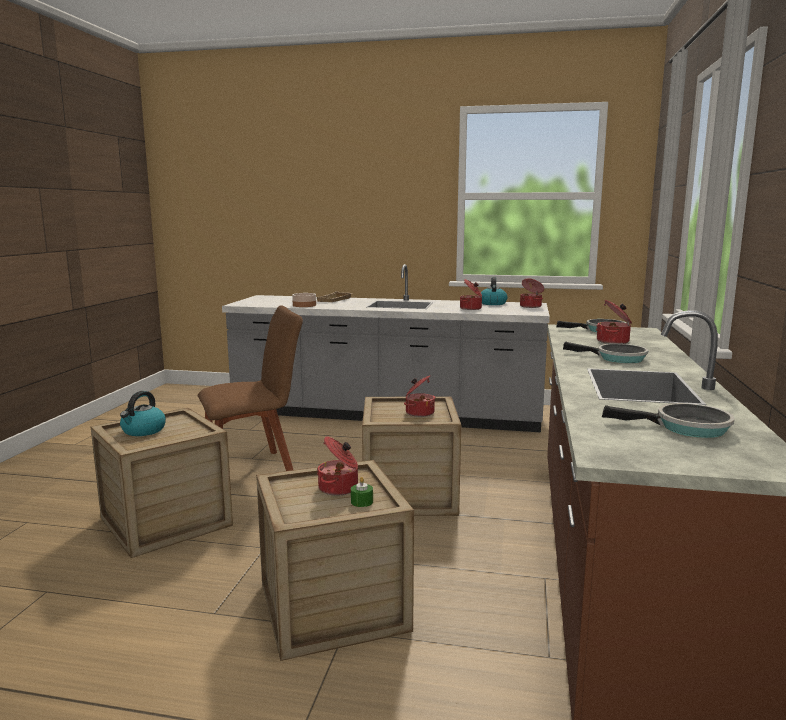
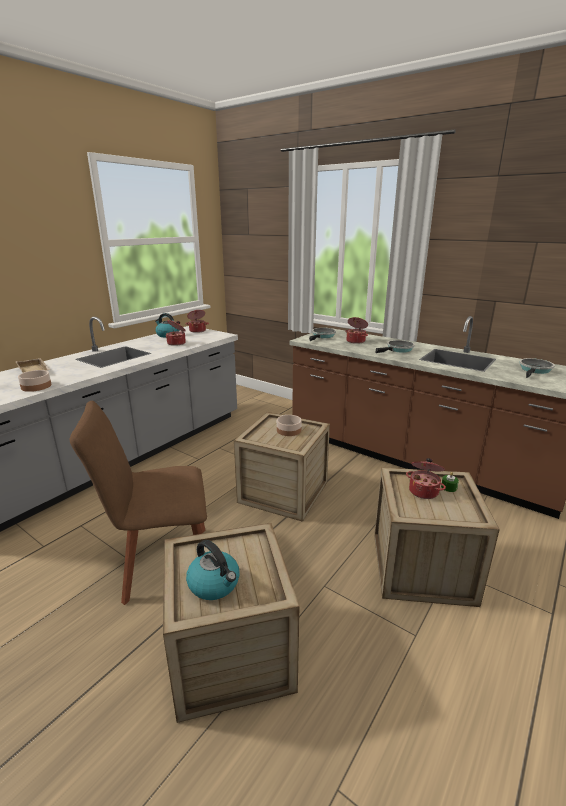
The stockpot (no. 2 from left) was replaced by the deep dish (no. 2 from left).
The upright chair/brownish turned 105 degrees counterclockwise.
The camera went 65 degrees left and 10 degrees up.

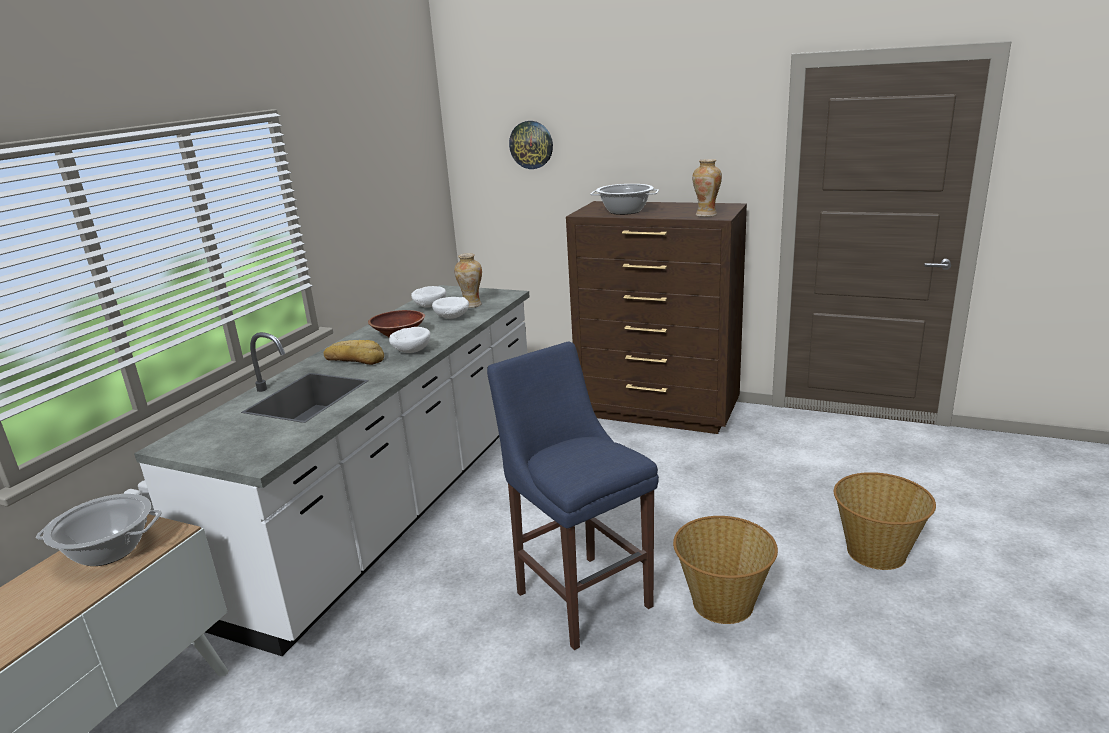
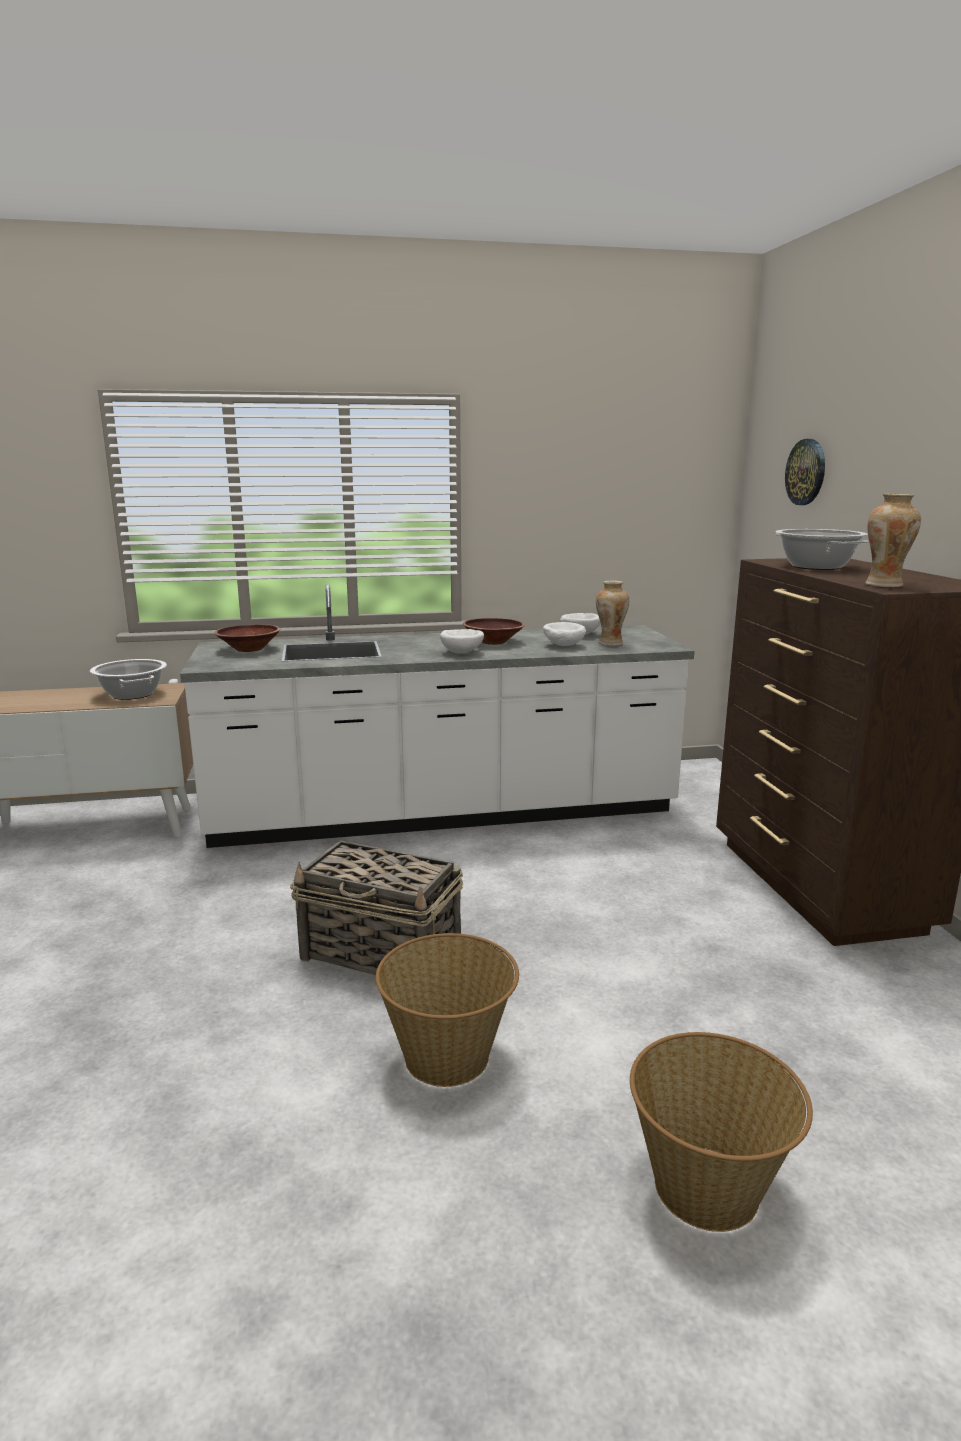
The bread disappeared.
The deep dish/brownish (no. 1 from left) appeared.
The stool/blue was replaced by the storage basket (no. 1 from left).
The camera went 55 degrees right and 5 degrees down.

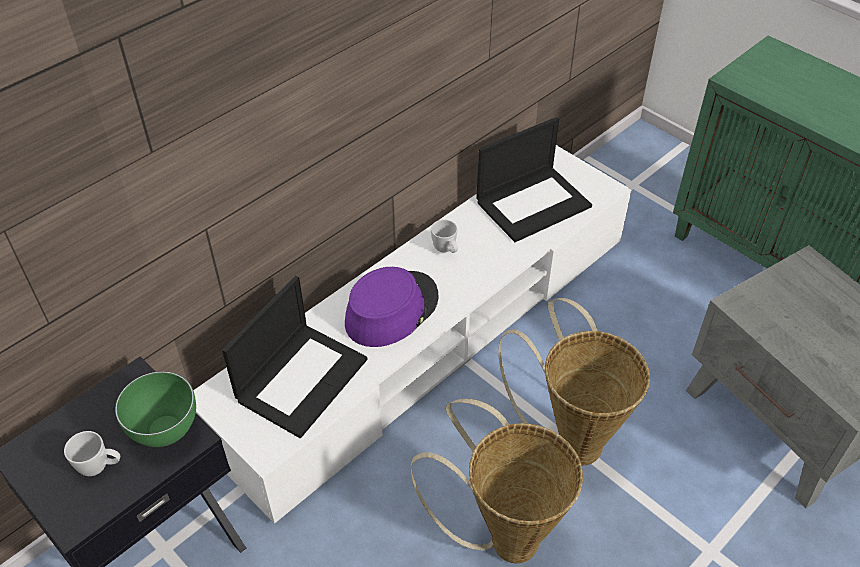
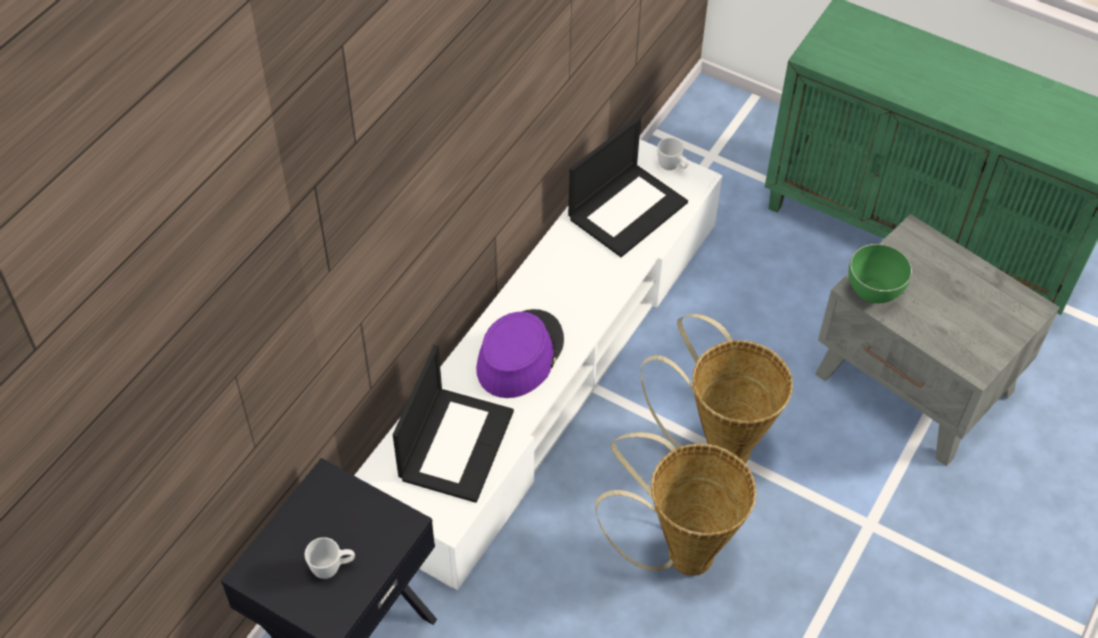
The deep dish/green moved.
The mug/white-coloured (no. 2 from left) moved.
The camera went 15 degrees left and 5 degrees up.

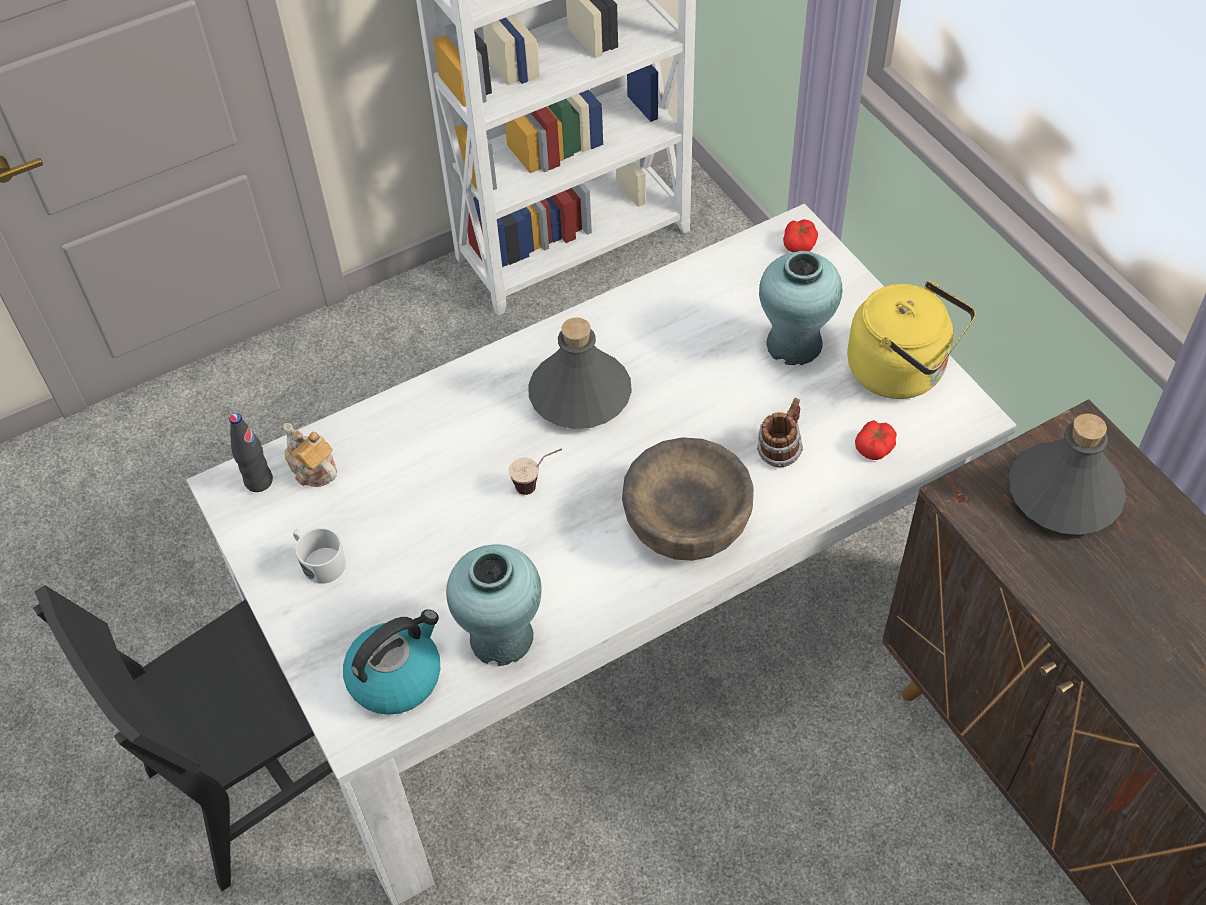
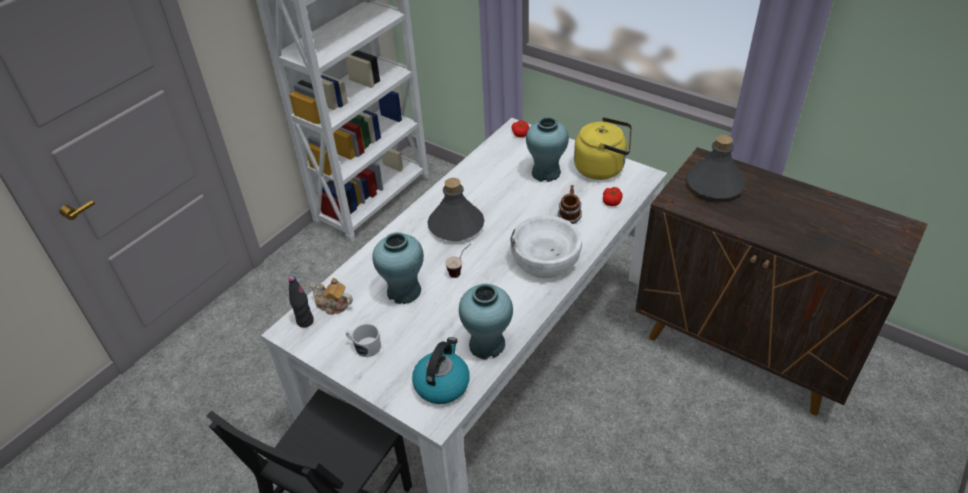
The vase/blue-green (no. 1 from left) appeared.
The deep dish/brownish became the deep dish/white-coloured.
The camera went 25 degrees left and 10 degrees down.

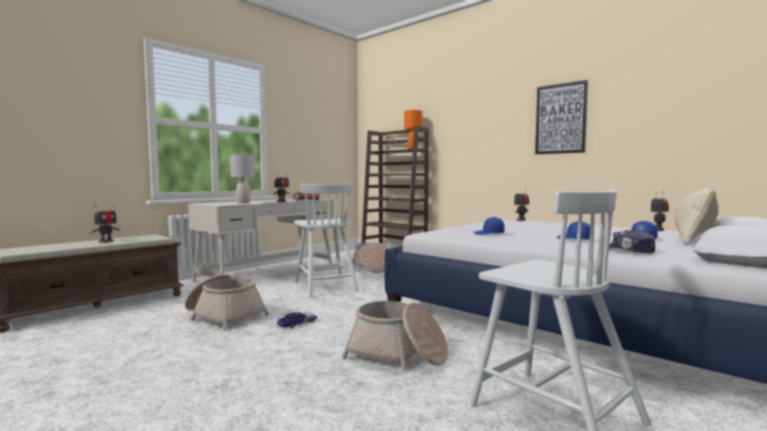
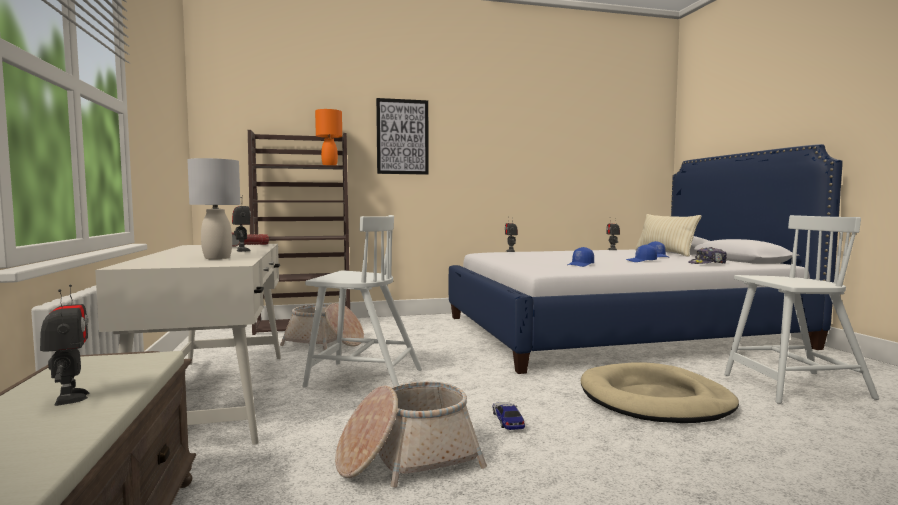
The picture moved.
The storage basket (no. 3 from left) was replaced by the dog cushion/sand-coloured.
The camera went 55 degrees left and 0 degrees up.

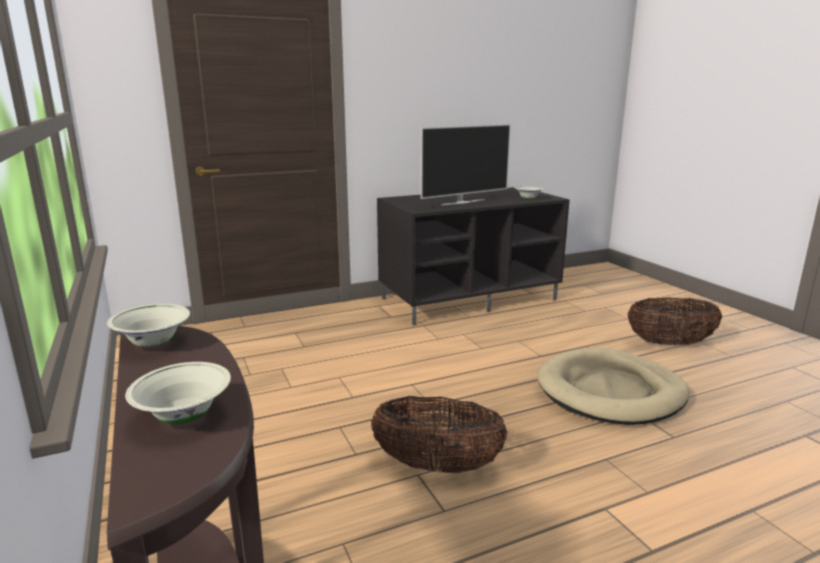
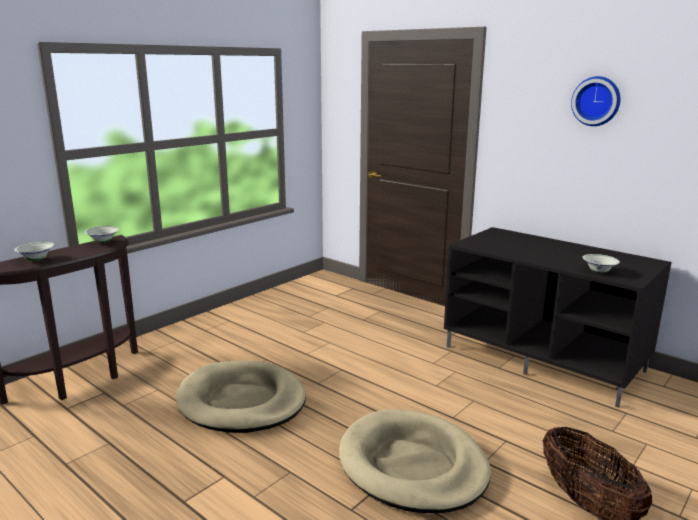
The TV set disappeared.
The wall clock appeared.
The storage basket (no. 1 from left) was replaced by the dog cushion/sand-coloured (no. 1 from left).
The camera went 65 degrees right and 0 degrees up.

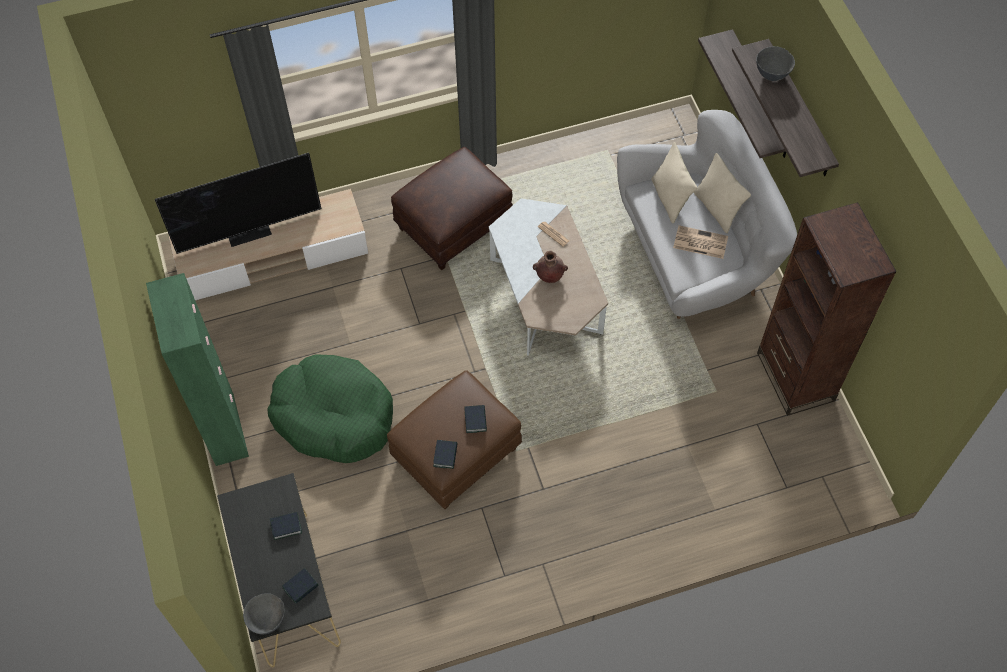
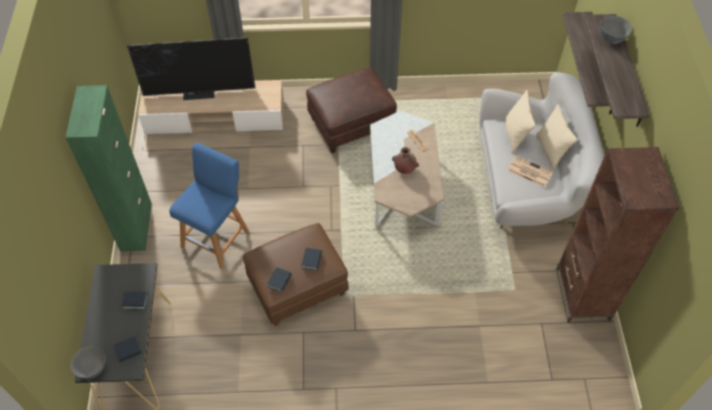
The dog cushion/green was replaced by the stool/blue.
The camera went 15 degrees right and 5 degrees down.

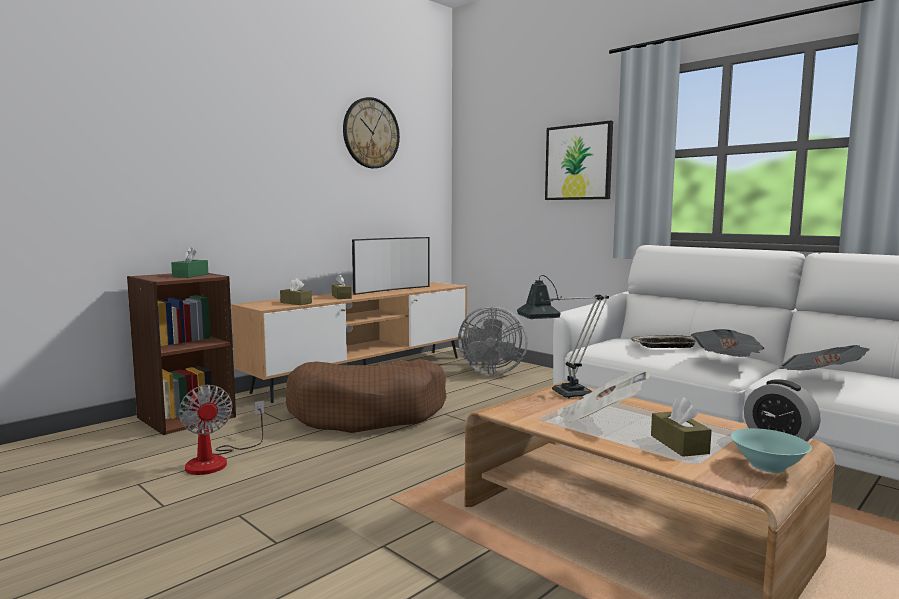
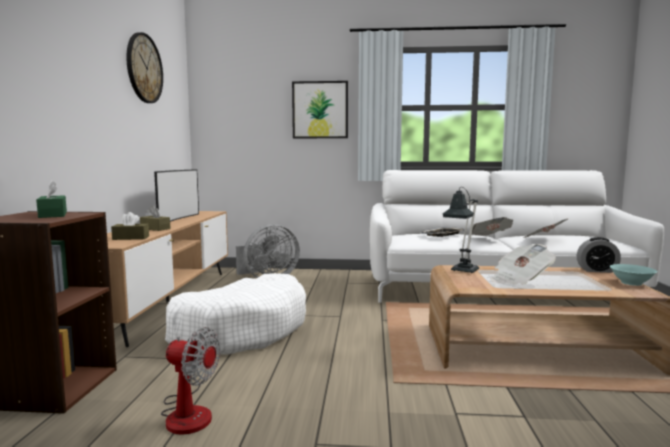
The tissue box/brownish (no. 3 from left) disappeared.
The dog cushion/brownish became the dog cushion/white-coloured.
The camera went 40 degrees left and 0 degrees up.

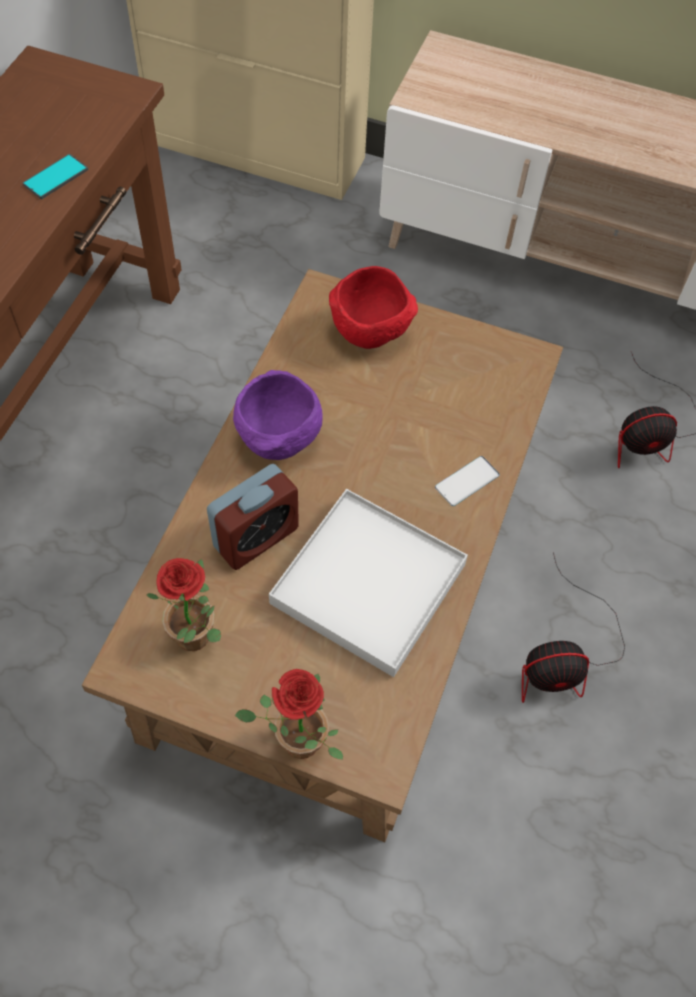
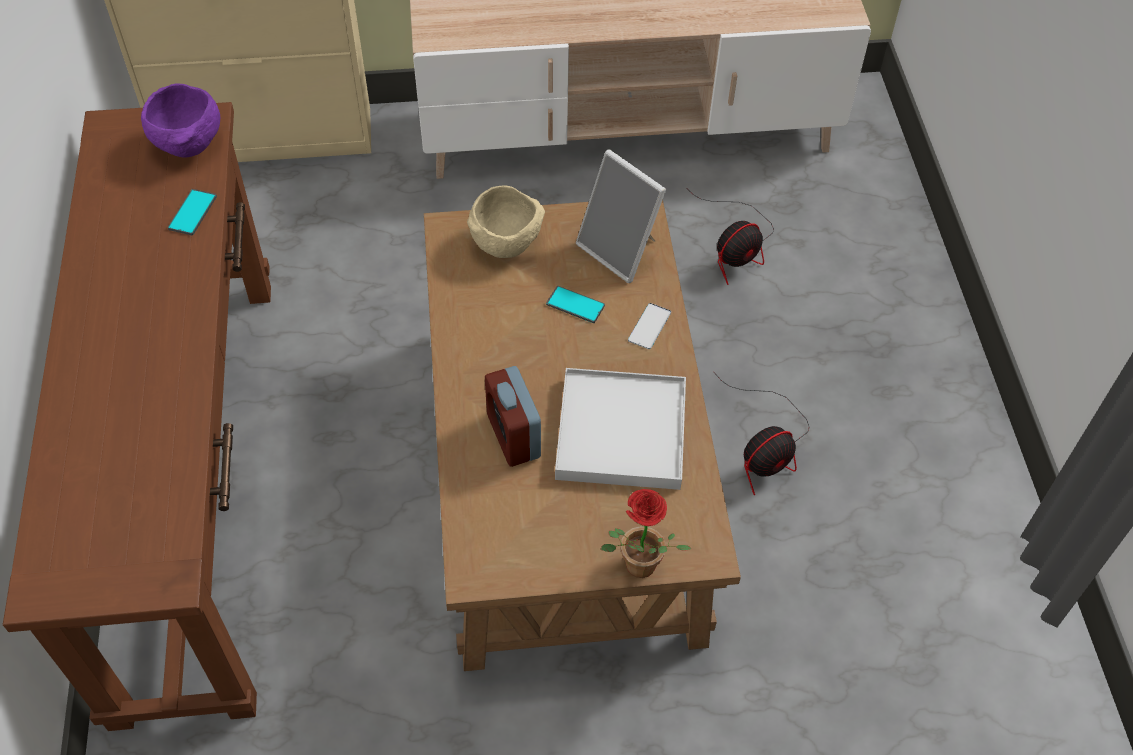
The potted plant (no. 1 from left) disappeared.
The handset (no. 2 from left) appeared.
The photo frame appeared.
The deep dish/purple moved.
The deep dish/red-coloured became the deep dish/sand-coloured.
The alarm clock turned 135 degrees clockwise.
The camera went 25 degrees left and 5 degrees down.

